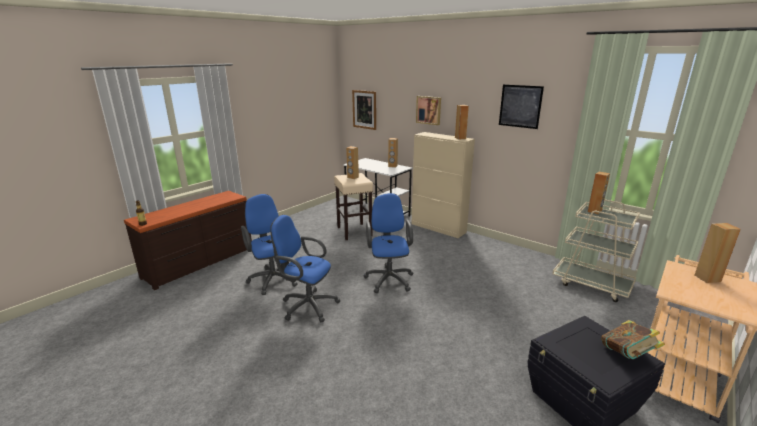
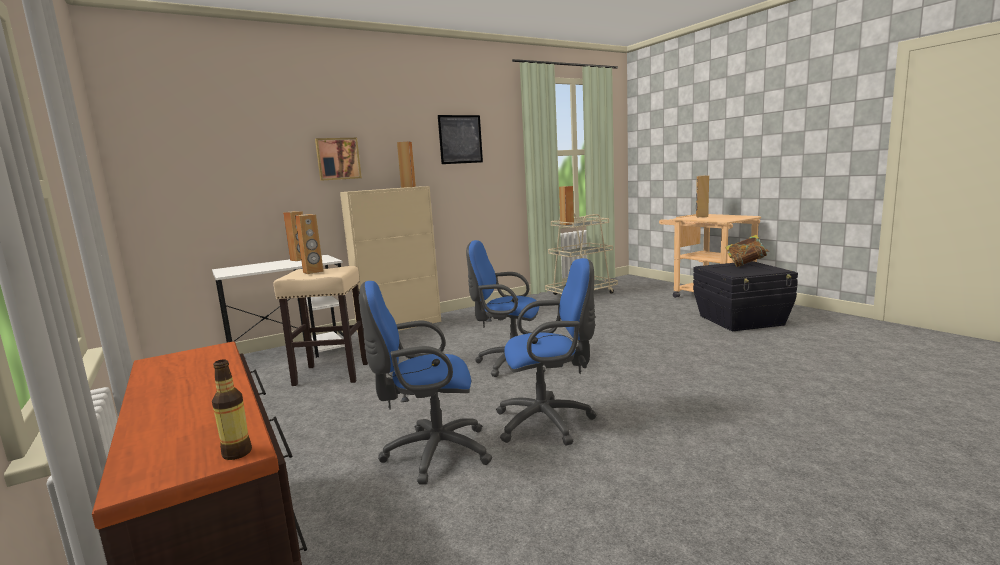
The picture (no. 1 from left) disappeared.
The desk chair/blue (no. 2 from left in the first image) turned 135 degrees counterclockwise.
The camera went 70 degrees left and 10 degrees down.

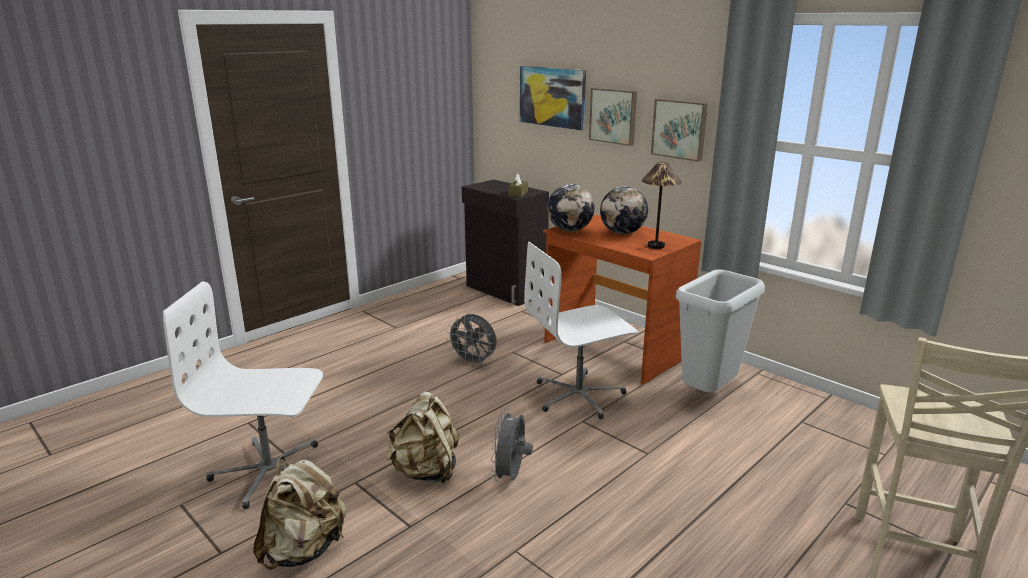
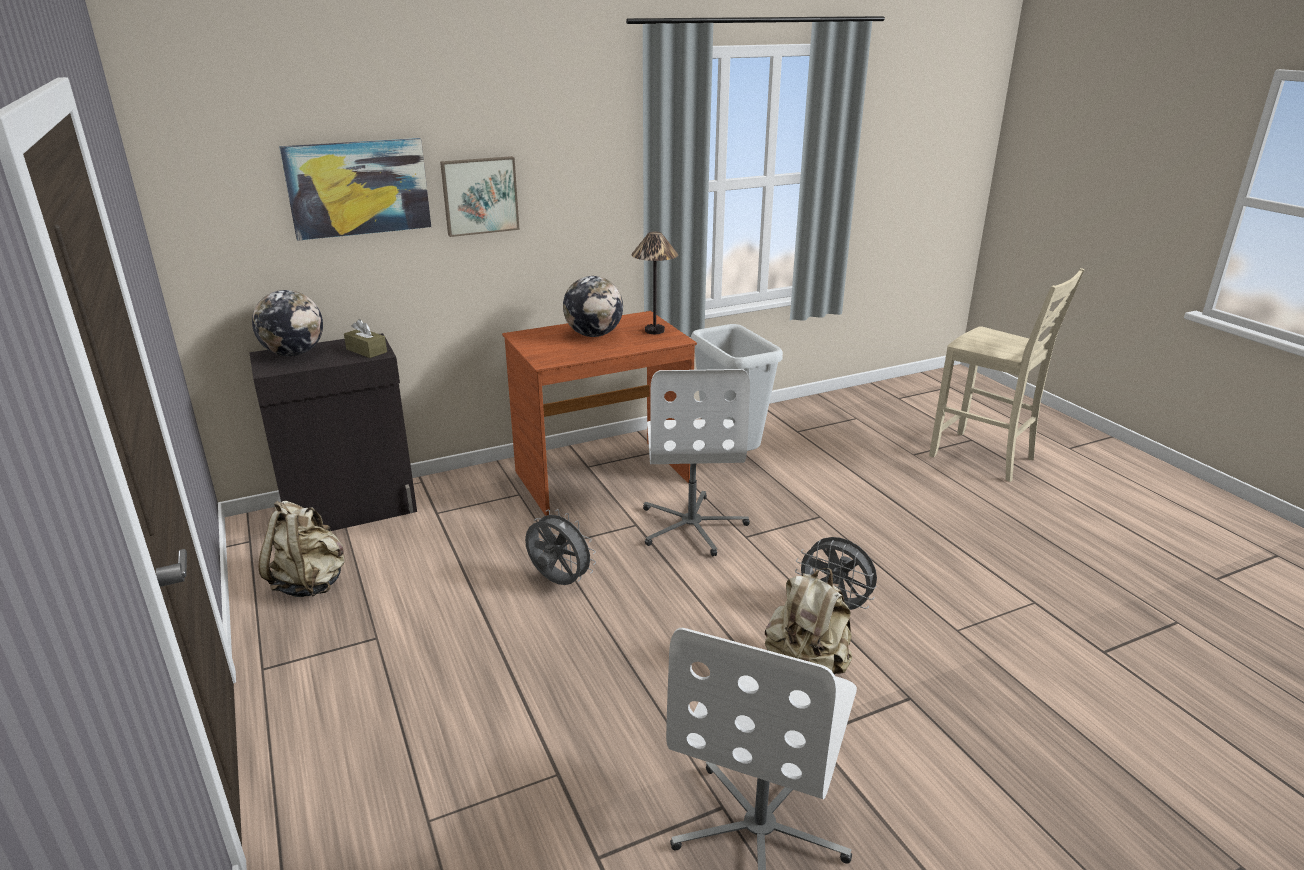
The picture (no. 3 from left) disappeared.
The rucksack/sand-coloured (no. 1 from left) moved.
The world globe (no. 1 from left) moved.
The electric fan/greyish (no. 1 from left) turned 105 degrees counterclockwise.
The camera went 70 degrees left and 5 degrees up.

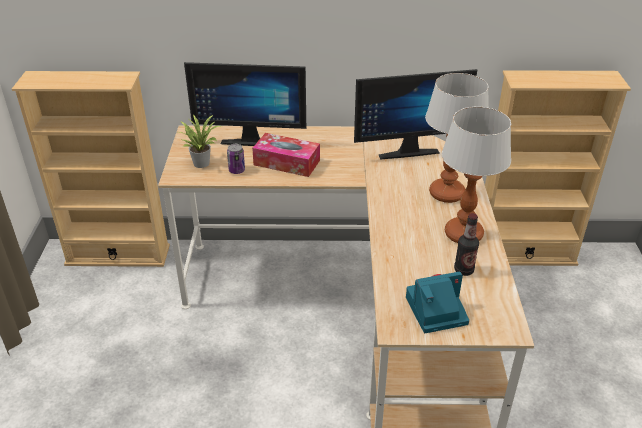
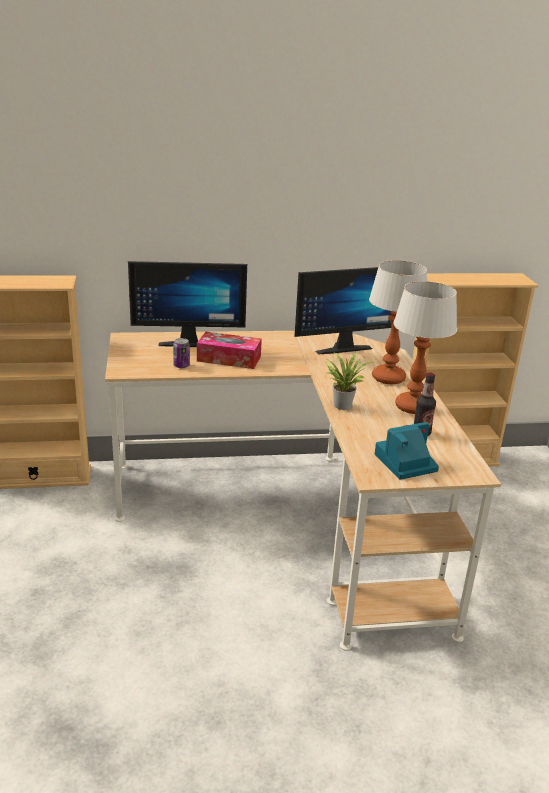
The potted plant moved.
The camera went 10 degrees left and 10 degrees down.

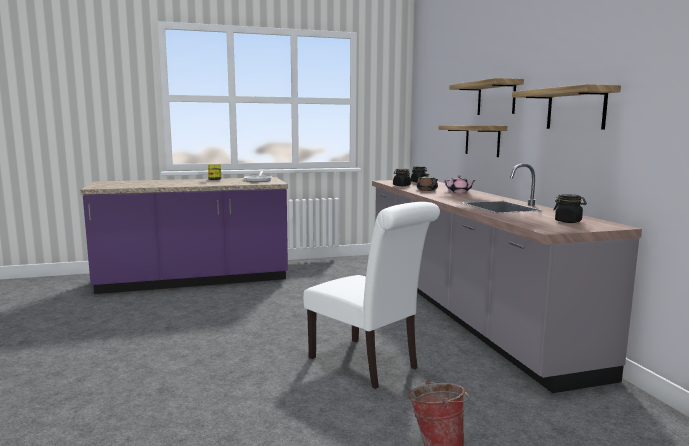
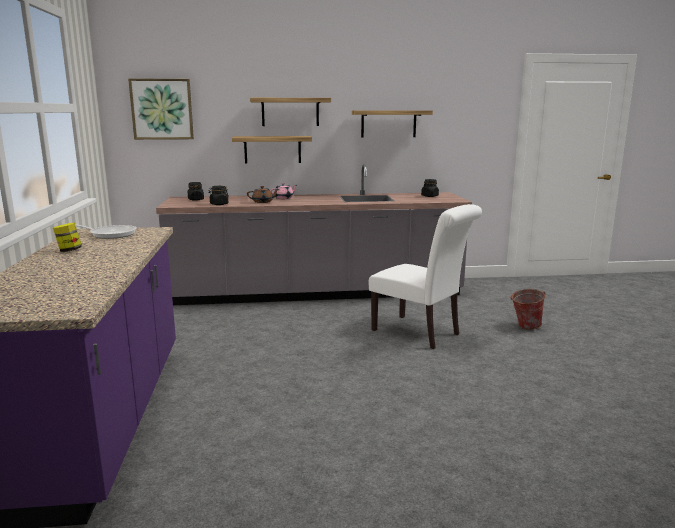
The picture appeared.
The upright chair/white-coloured turned 75 degrees clockwise.
The camera went 80 degrees left and 5 degrees up.

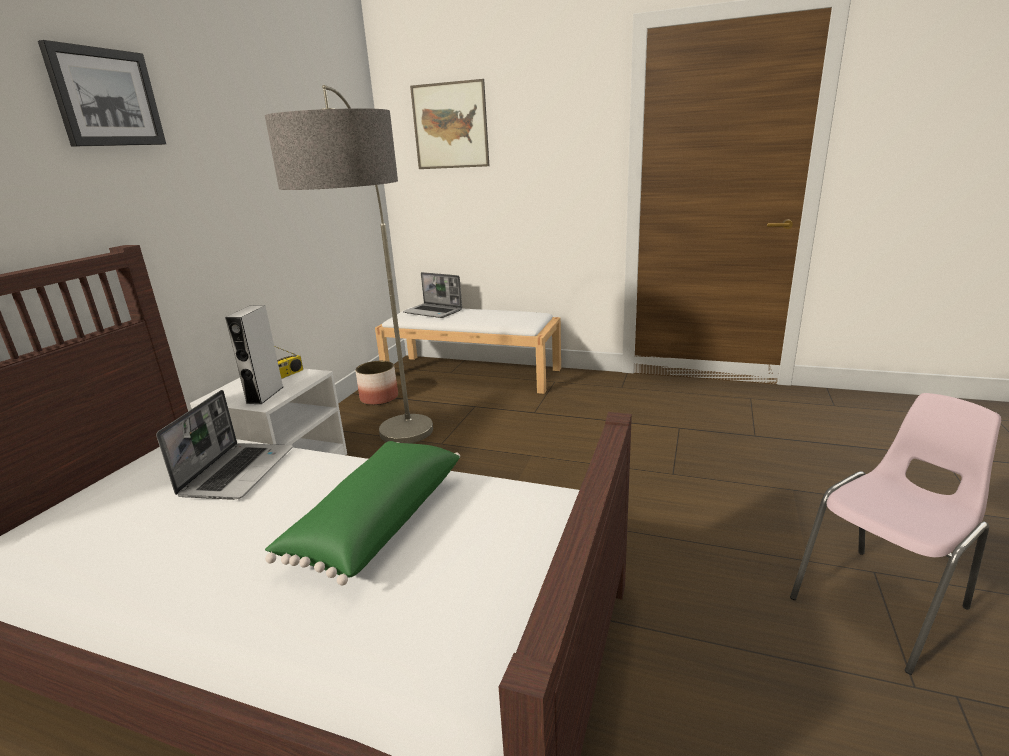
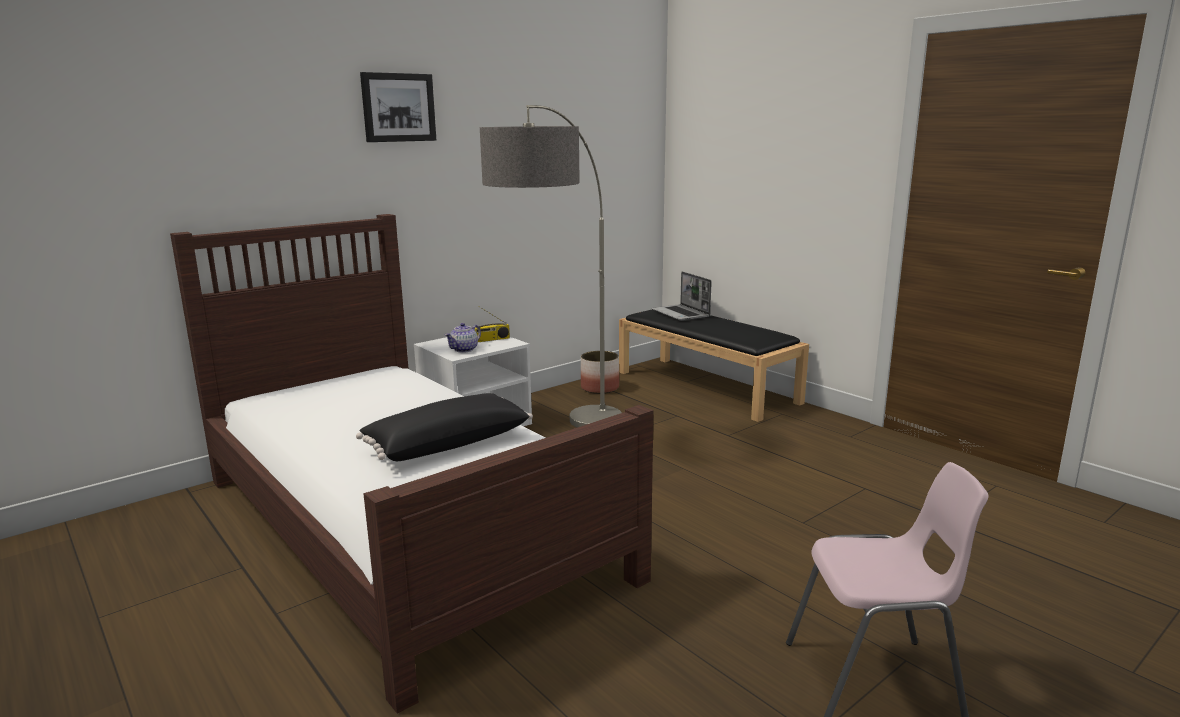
The laptop (no. 1 from left) disappeared.
The picture (no. 2 from left) disappeared.
The audio speaker/greyish was replaced by the teapot.
The pillow/green became the pillow/black-coloured.
The bench/white-coloured became the bench/black-coloured.
The camera went 30 degrees right and 5 degrees down.

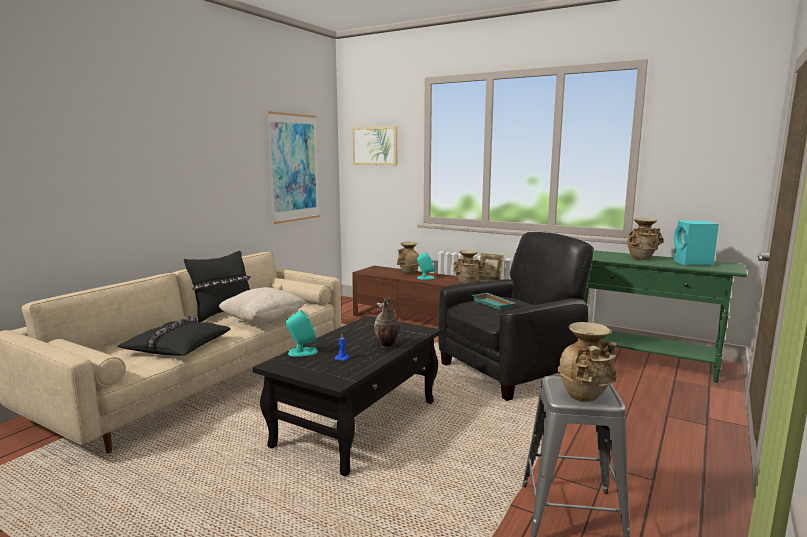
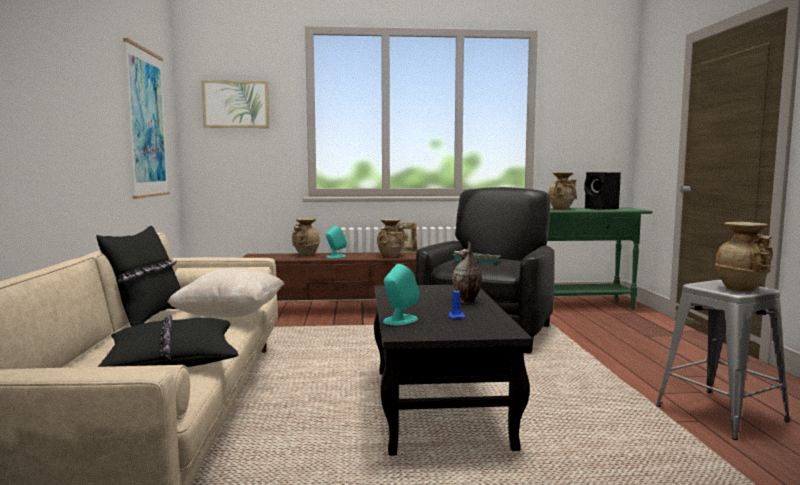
The audio speaker/blue-green (no. 3 from left) became the audio speaker/black-coloured.
The camera went 35 degrees left and 5 degrees down.

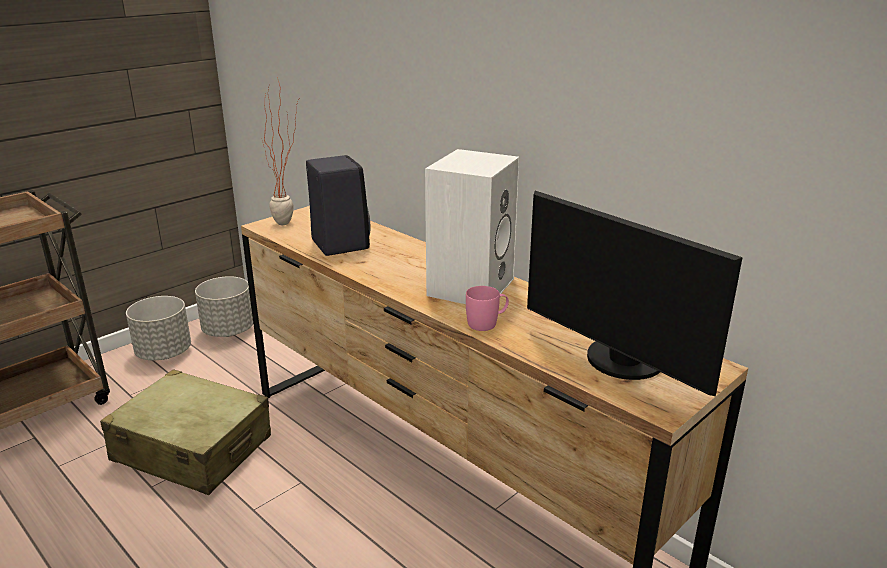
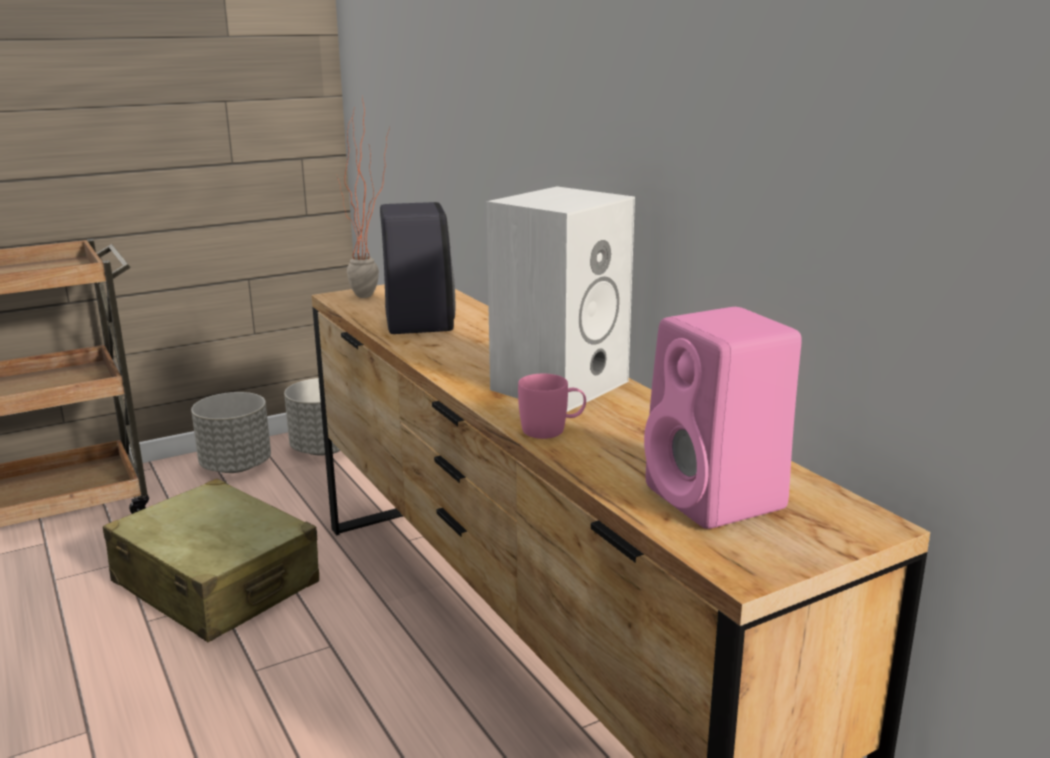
The monitor was replaced by the audio speaker/pink.
The camera went 15 degrees right and 5 degrees down.

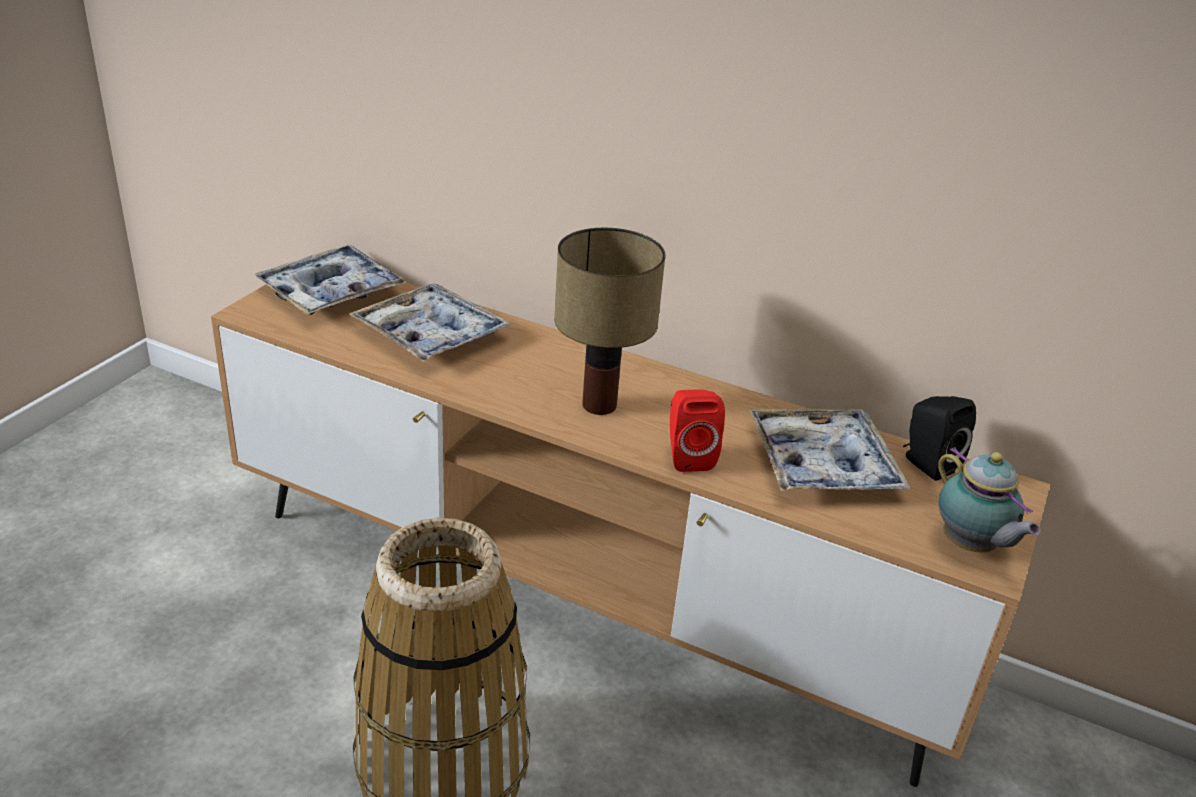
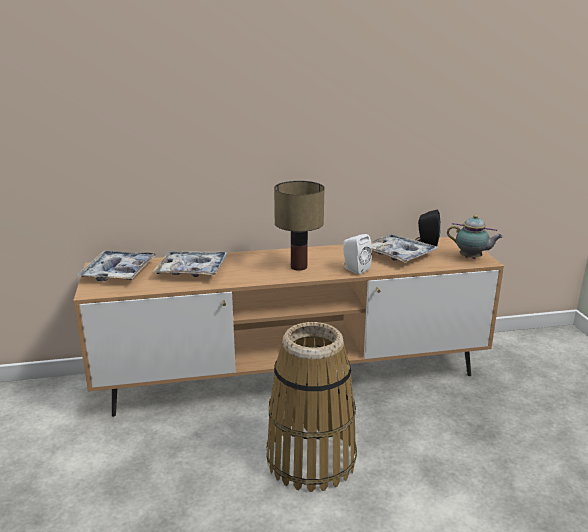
The audio speaker/red-coloured became the audio speaker/white-coloured.
The camera went 35 degrees left and 10 degrees down.

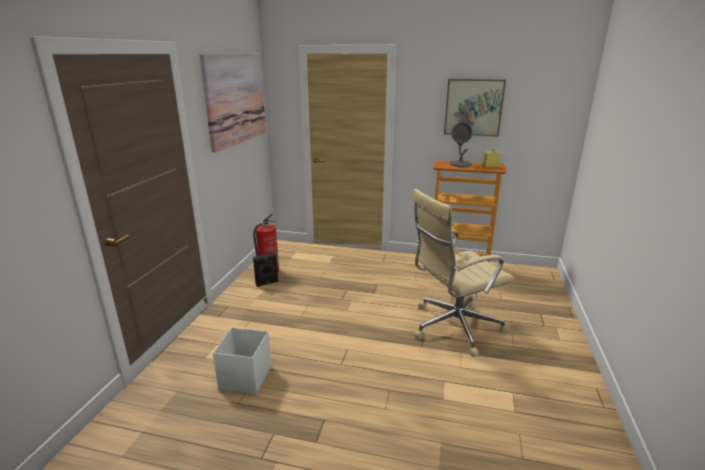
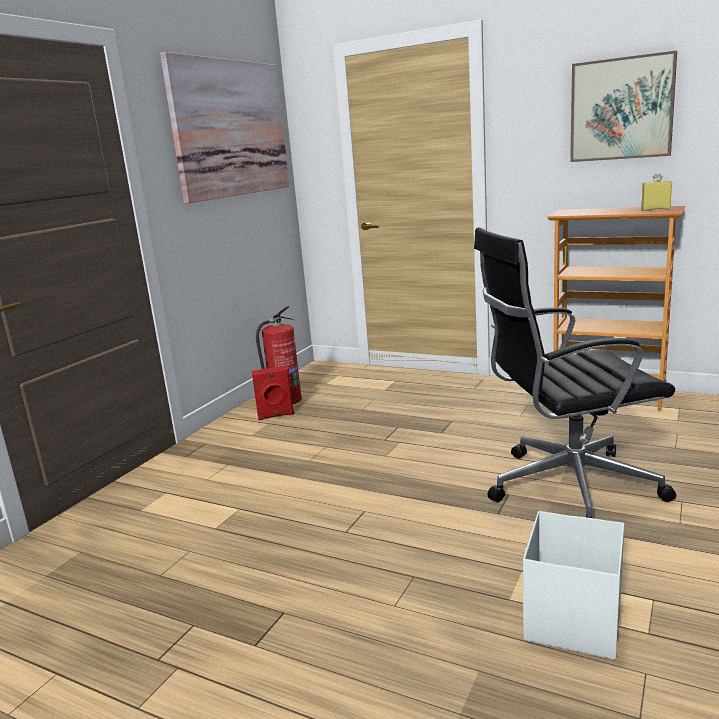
The lamp for a table/greyish disappeared.
The storage bin/white-coloured moved.
The audio speaker/black-coloured became the audio speaker/red-coloured.
The desk chair/sand-coloured became the desk chair/black-coloured.
The camera went 15 degrees right and 5 degrees down.

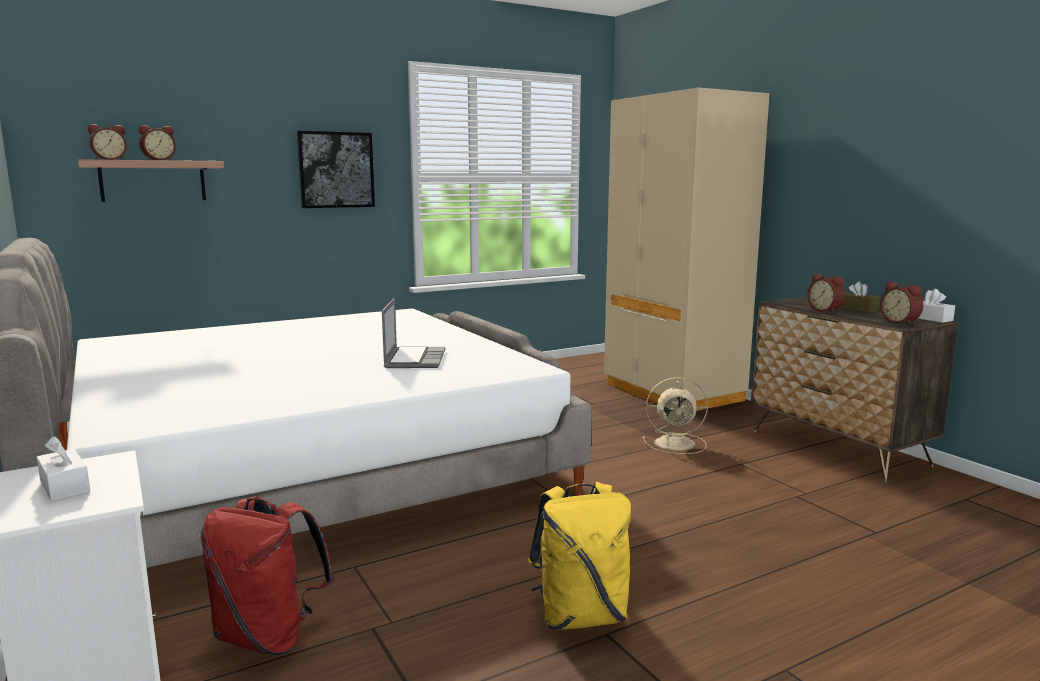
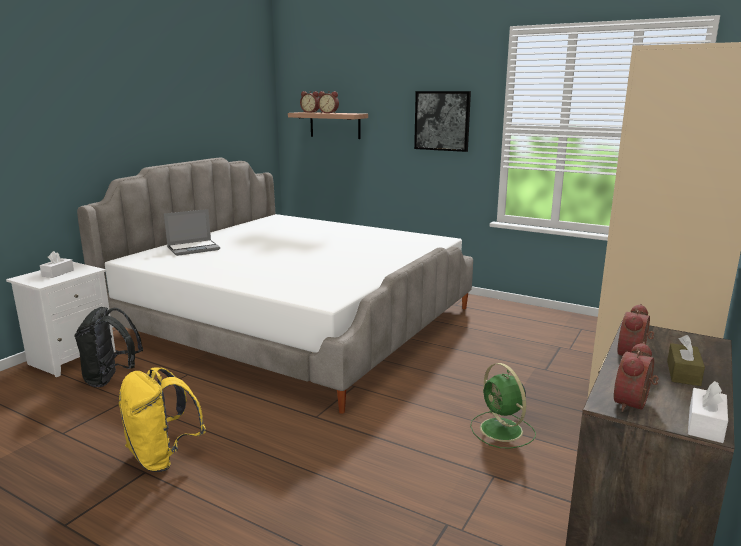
The laptop moved.
The rucksack/red-coloured became the rucksack/black-coloured.
The electric fan/sand-coloured became the electric fan/green.
The camera went 60 degrees right and 5 degrees up.

